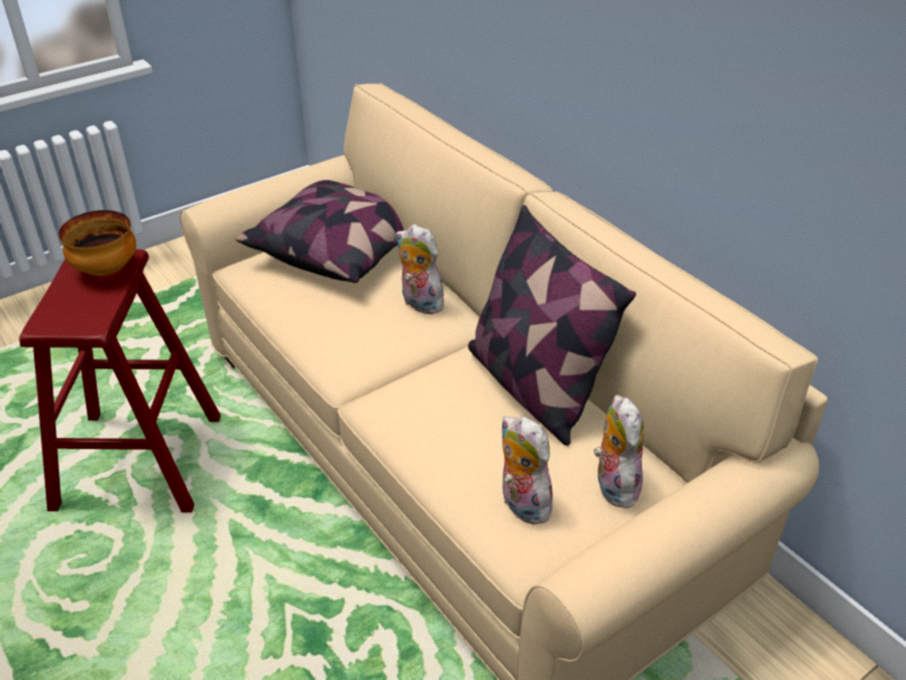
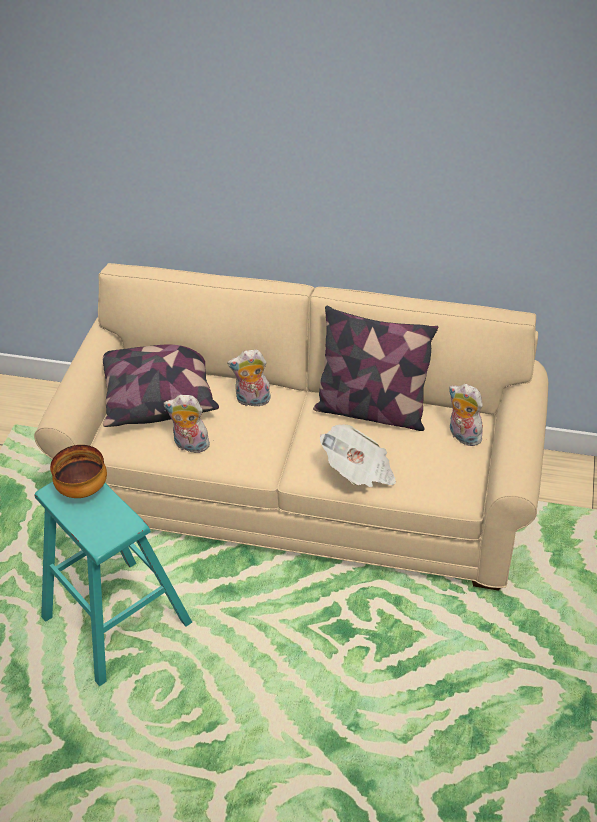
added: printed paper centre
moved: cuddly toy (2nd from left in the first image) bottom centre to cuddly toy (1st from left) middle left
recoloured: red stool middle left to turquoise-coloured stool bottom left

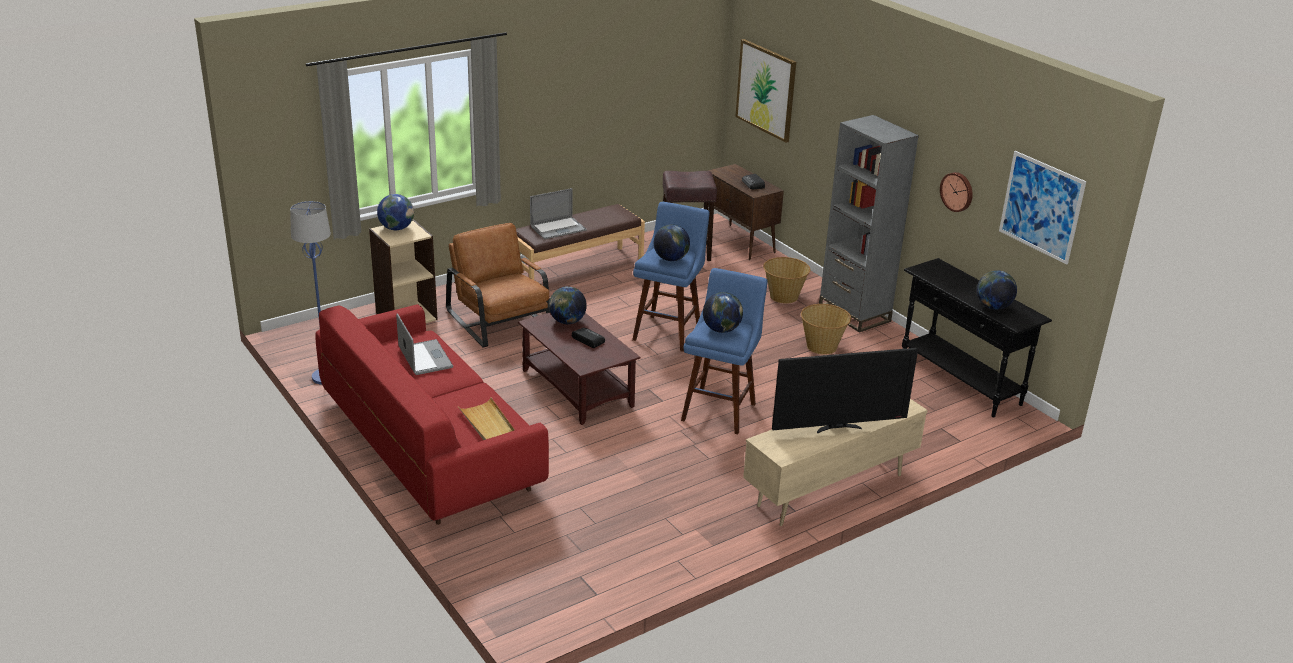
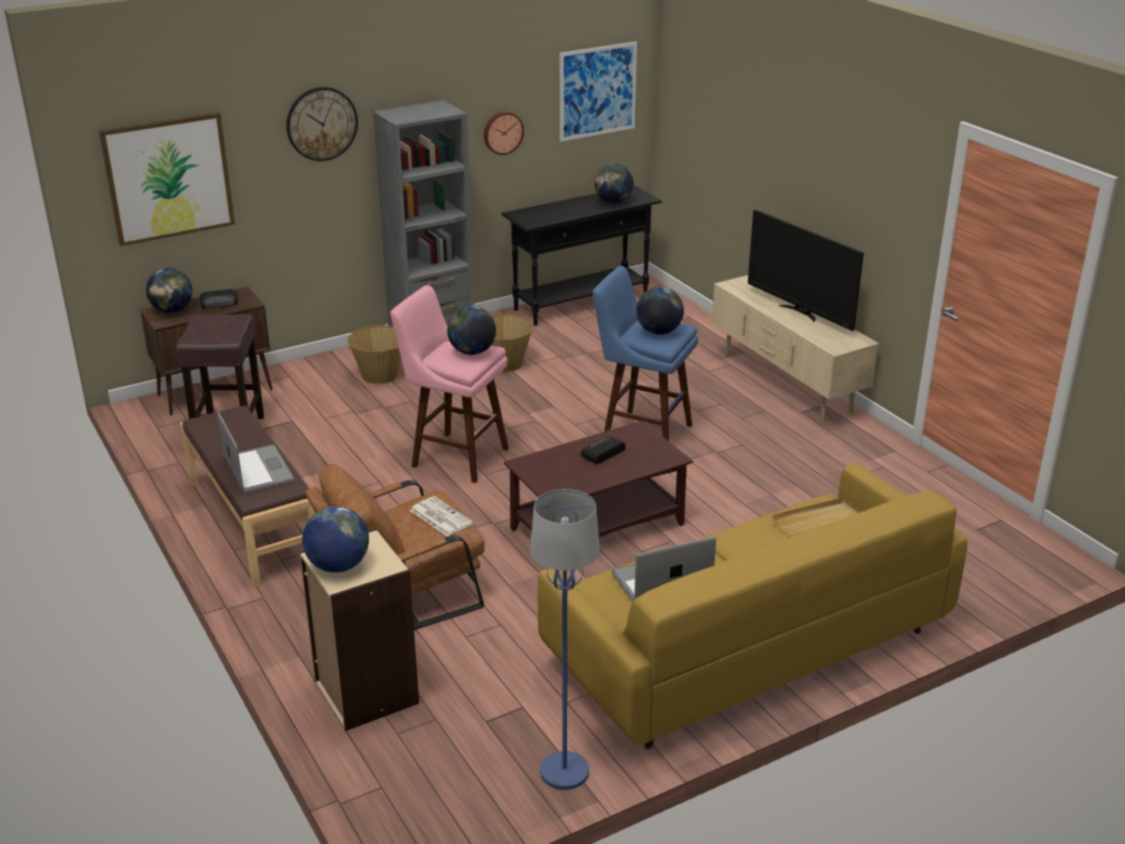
added: hanging clock (1st from left) top left; printed paper centre
moved: world globe (2nd from left in the first image) centre to world globe (1st from left) middle left
recoloured: red settee centre to yellow-coloured settee bottom right; blue-coloured stool (1st from left) centre to pink-coloured stool centre
turned: TV set centre = top right 150 degrees clockwise

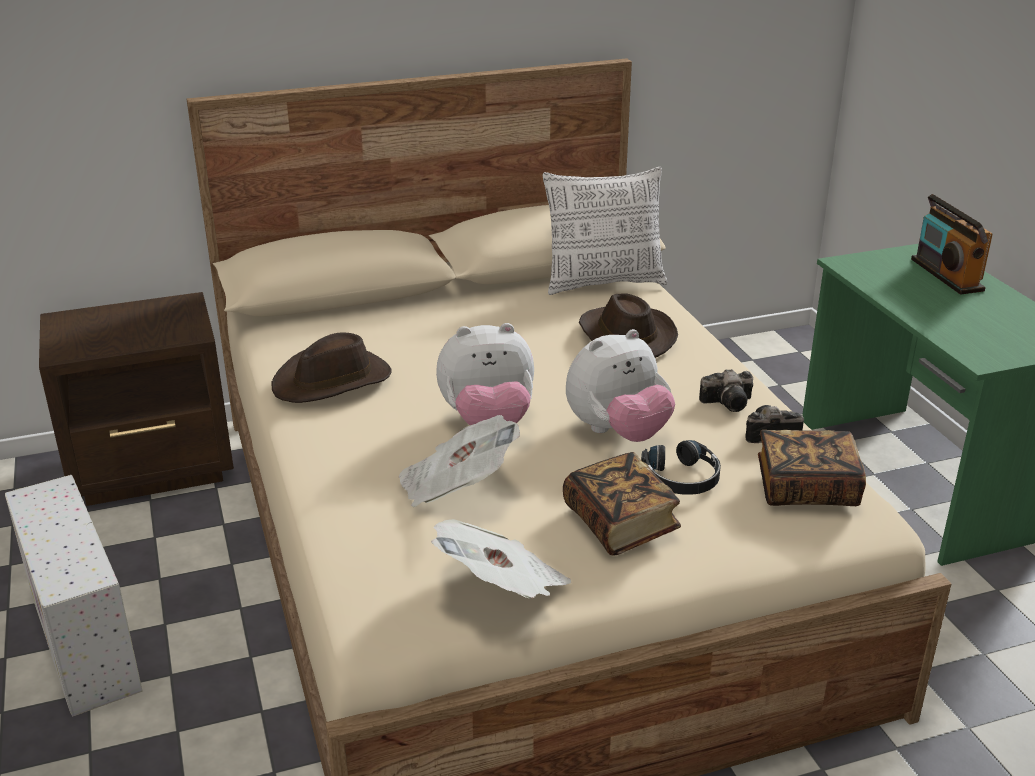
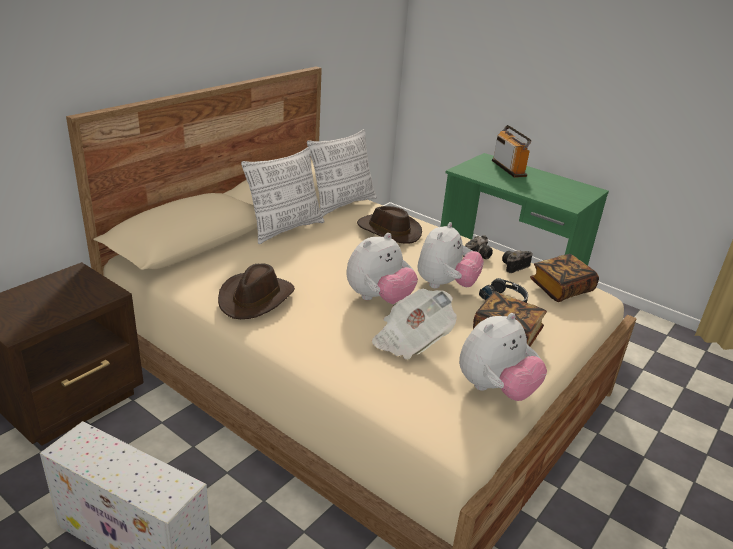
added: pillow (1st from left) centre
replaced: printed paper (2nd from left) bottom centre to cuddly toy (3rd from left) middle right
turned: radio receiver top right = top right 150 degrees counterclockwise

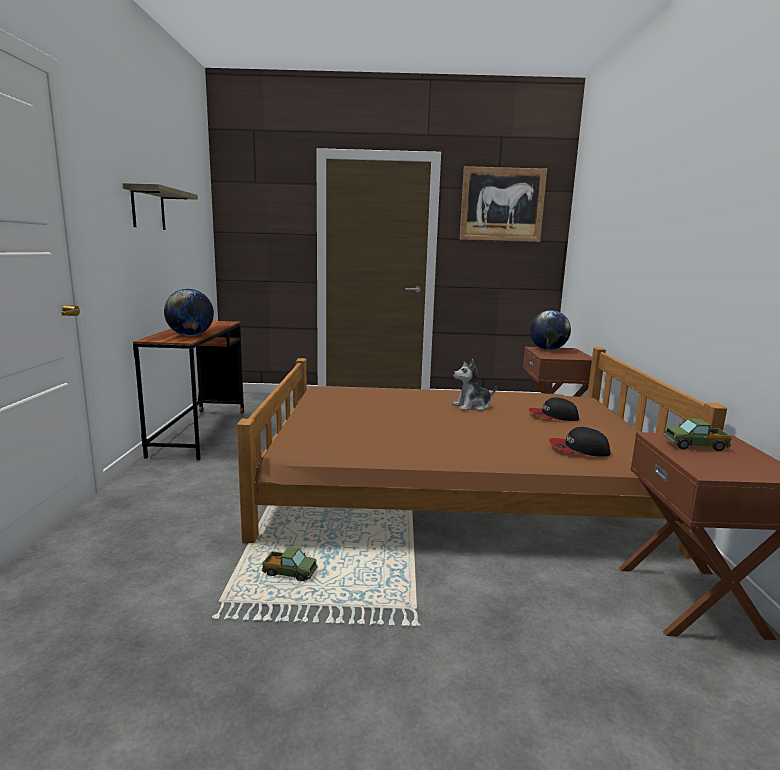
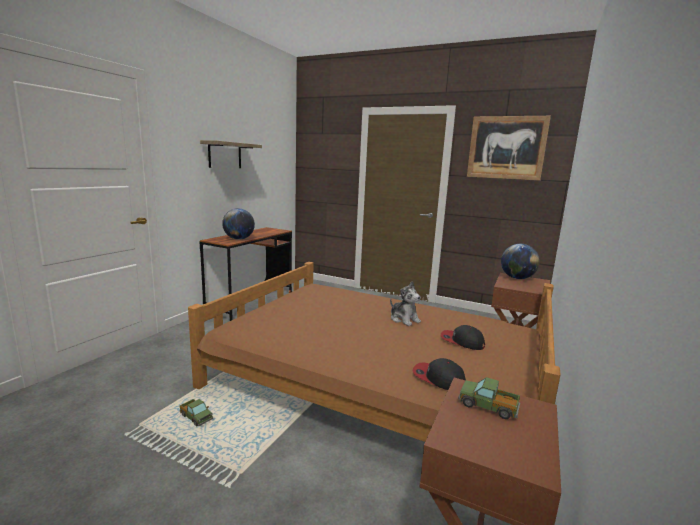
turned: cuddly toy centre = centre 135 degrees counterclockwise

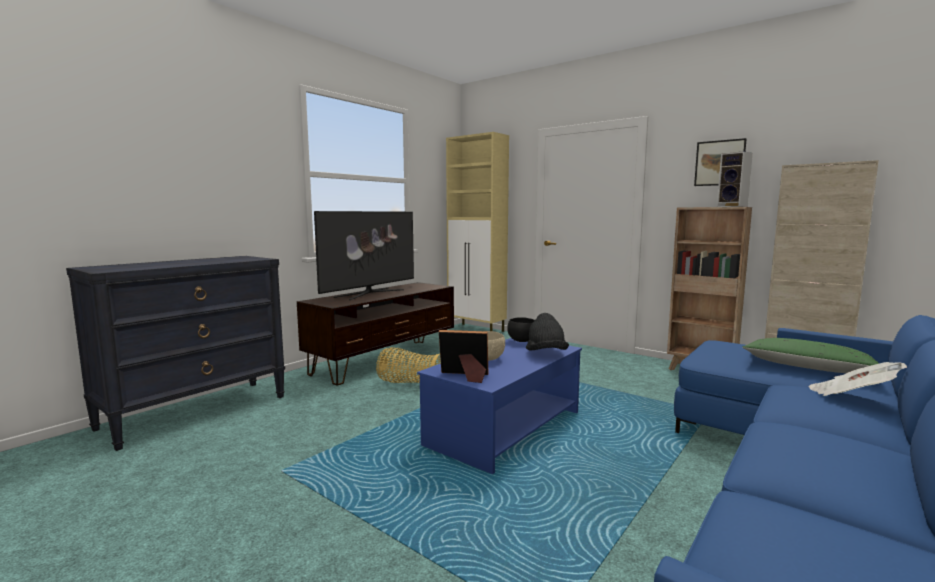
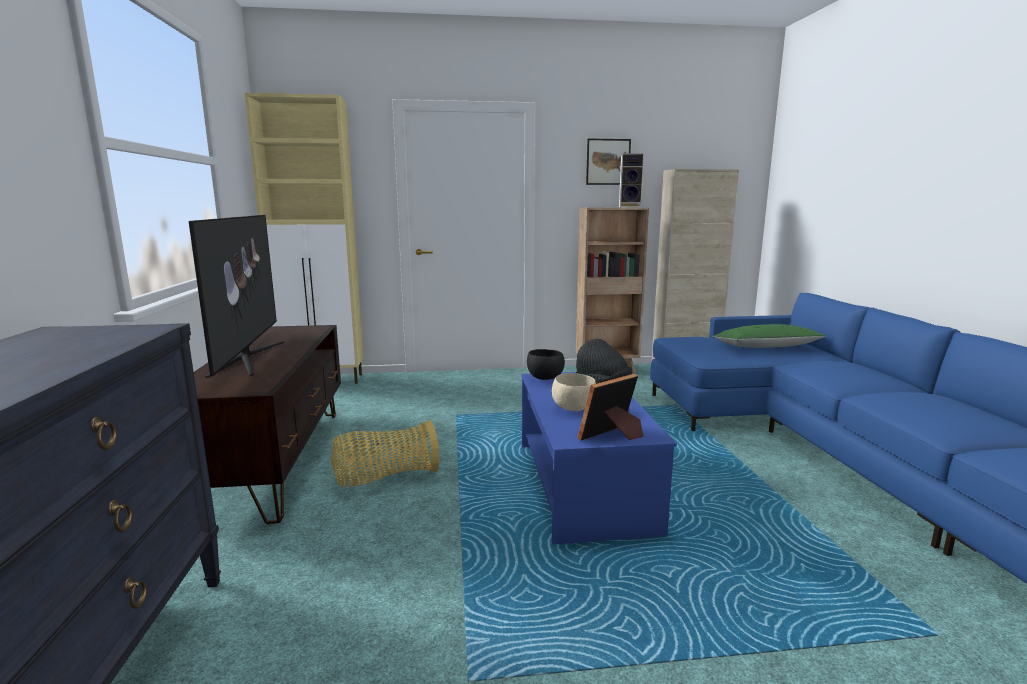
removed: printed paper middle right

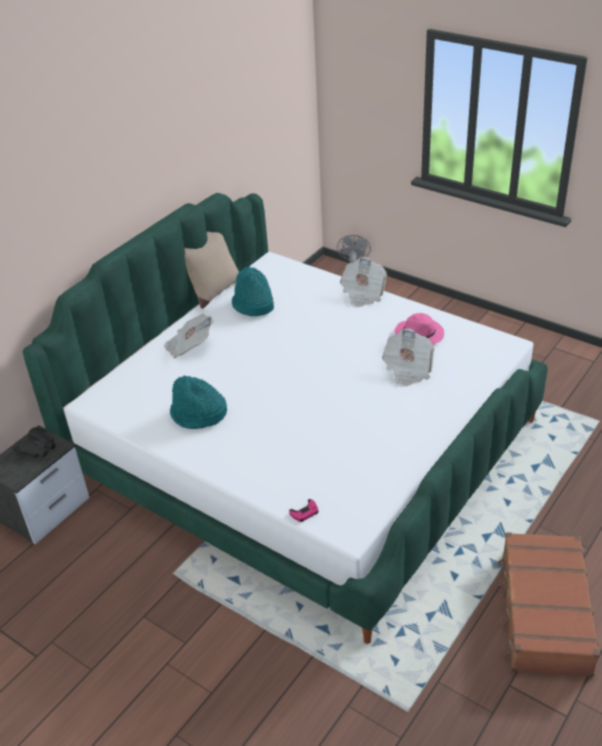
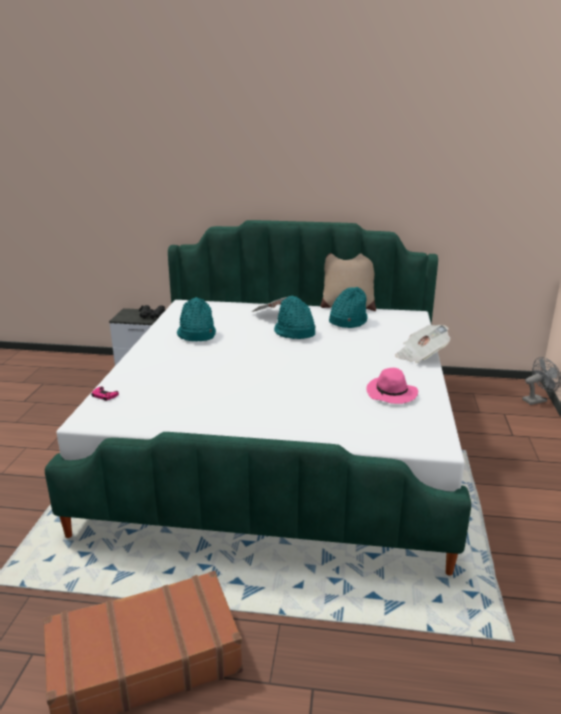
removed: printed paper (3rd from left) middle right
added: turquoise-coloured hat (2nd from left) centre

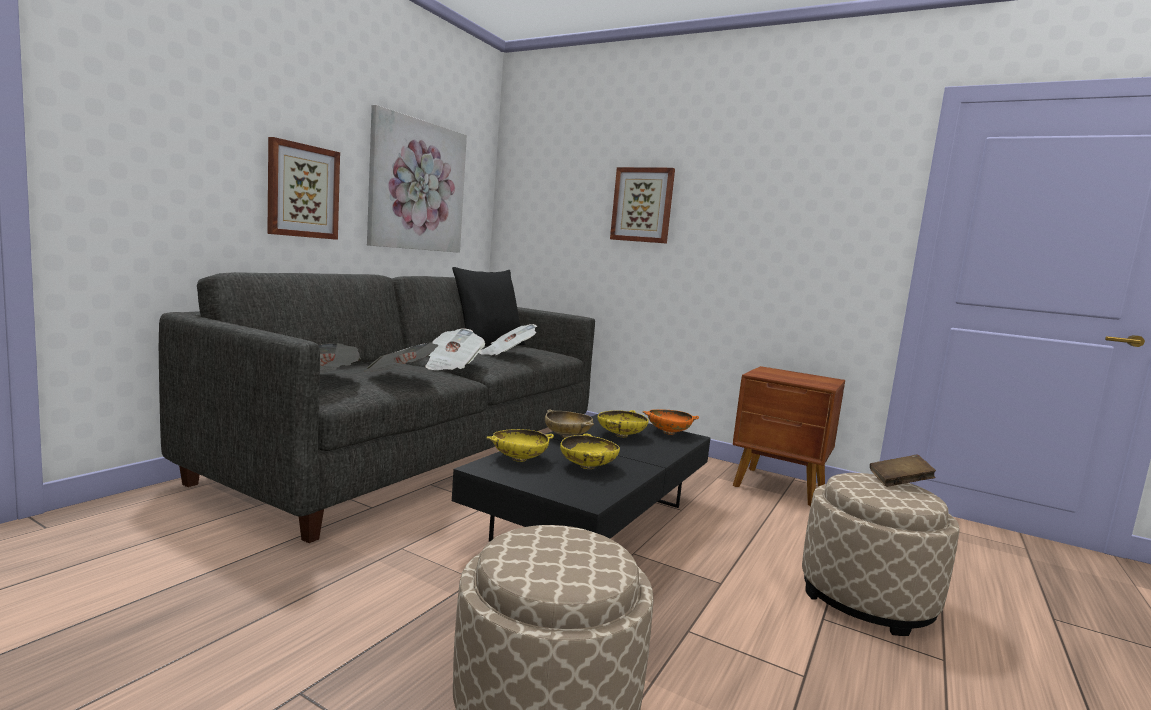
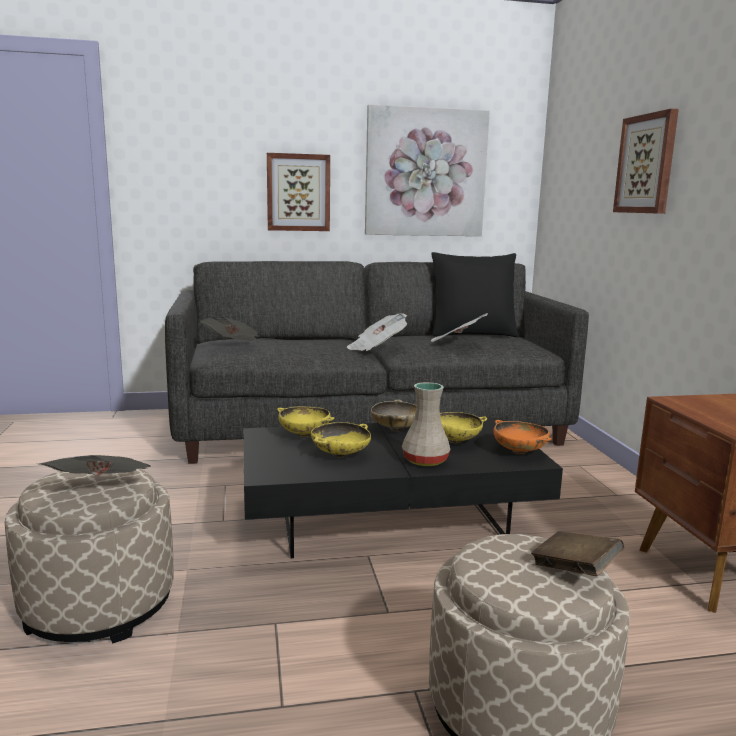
added: beige-coloured vase centre
moved: printed paper (2nd from left in the first image) centre to printed paper (1st from left) middle left

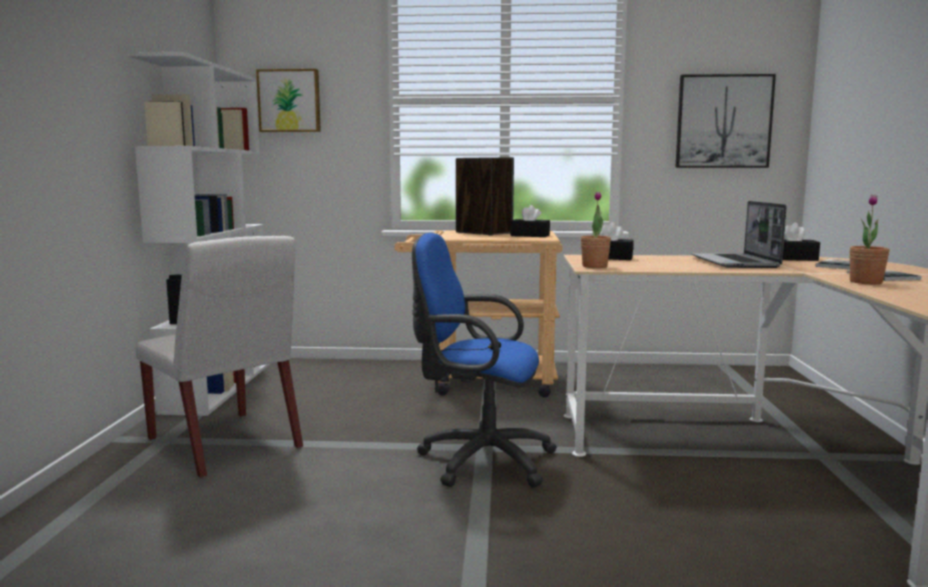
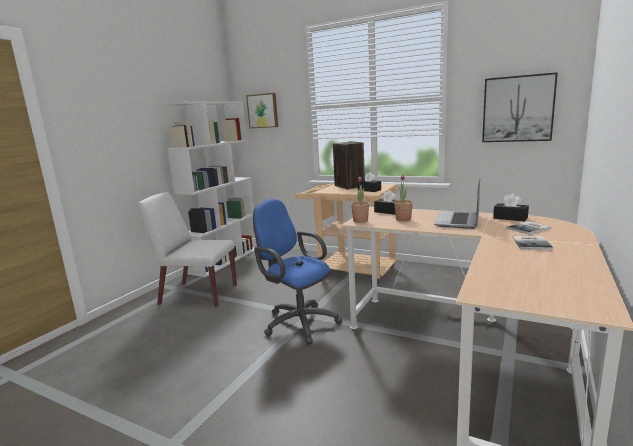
moved: potted plant (2nd from left) middle right to centre
turned: white chair middle left = middle left 120 degrees clockwise

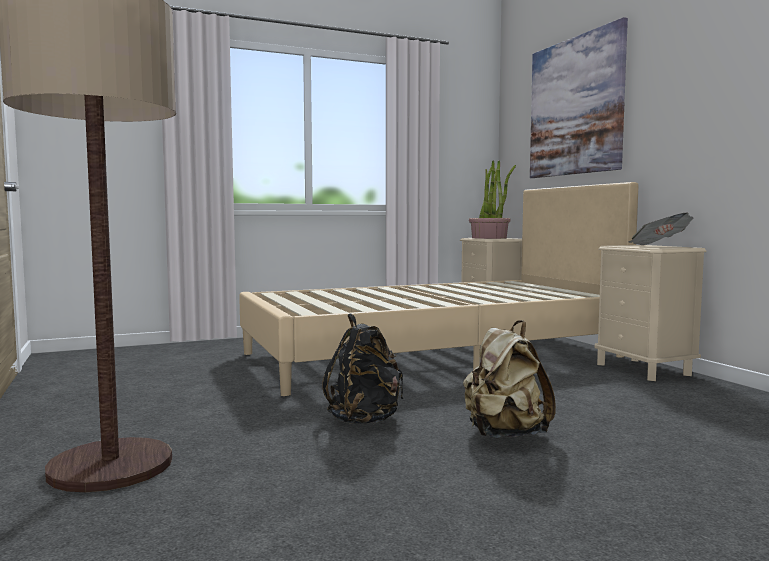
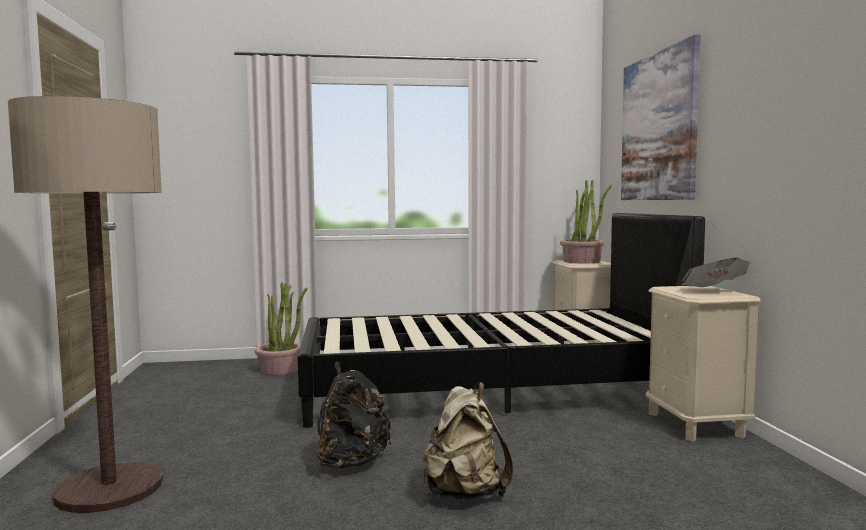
added: potted plant (1st from left) middle left
recoloured: beige-coloured bed centre to blackish bed centre

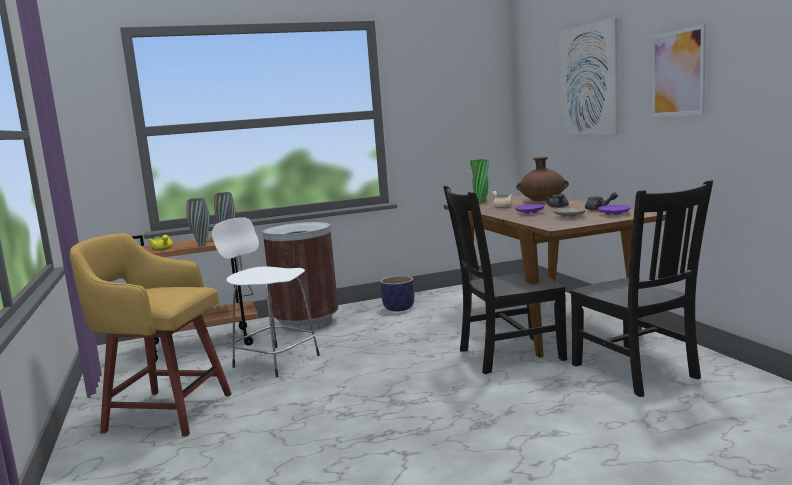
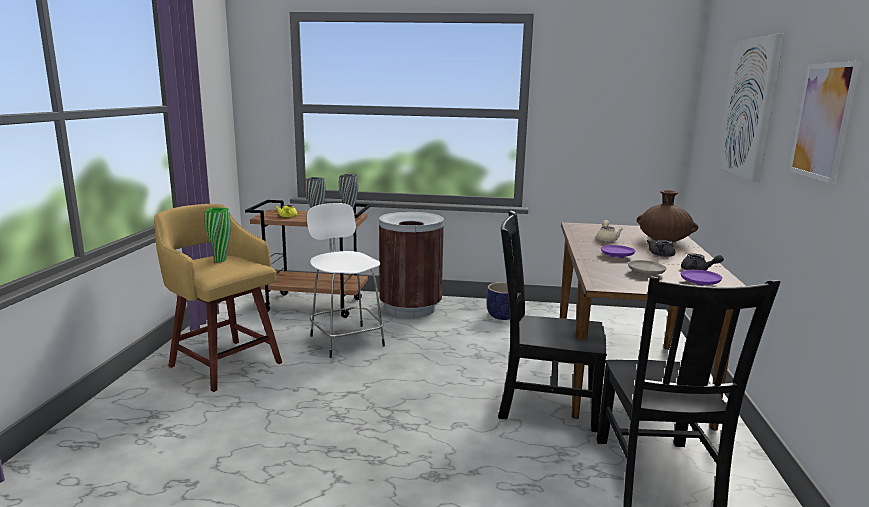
moved: green-coloured vase centre to middle left

